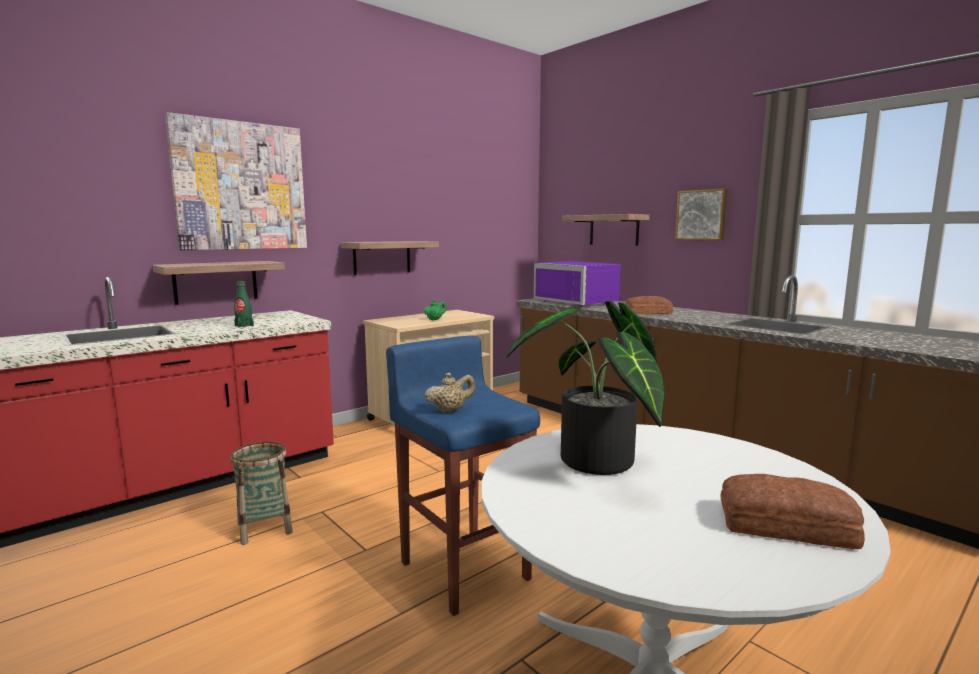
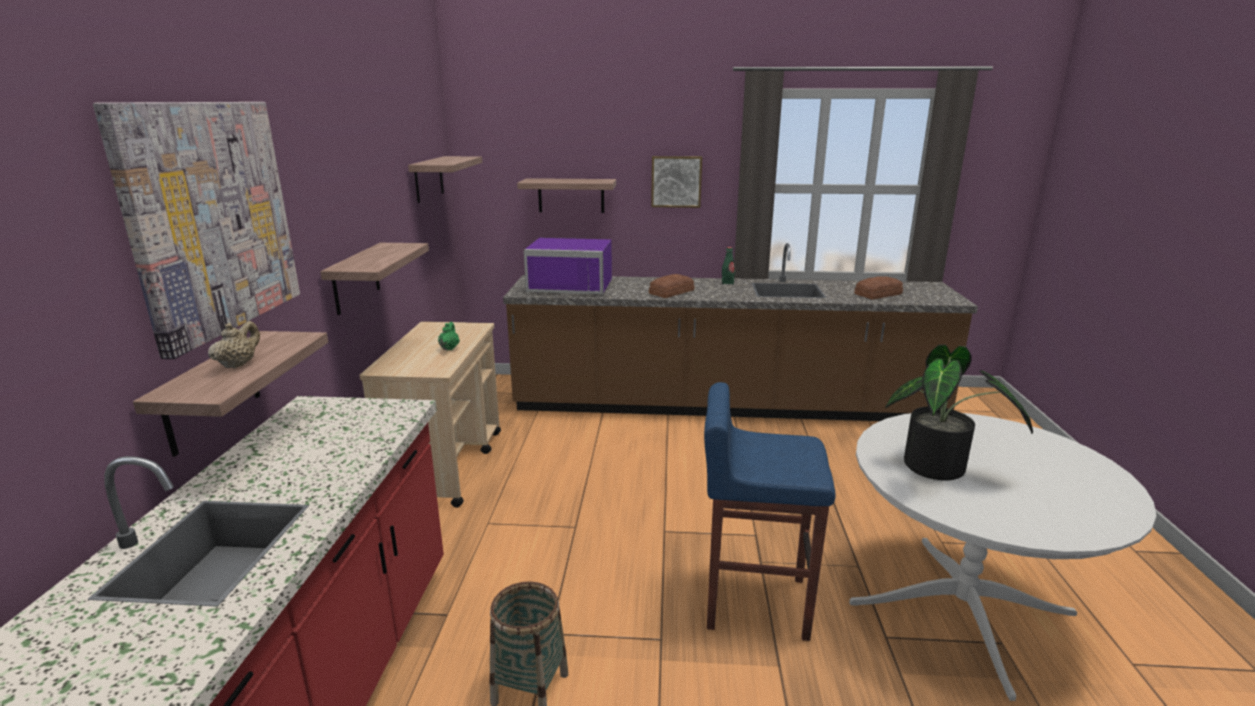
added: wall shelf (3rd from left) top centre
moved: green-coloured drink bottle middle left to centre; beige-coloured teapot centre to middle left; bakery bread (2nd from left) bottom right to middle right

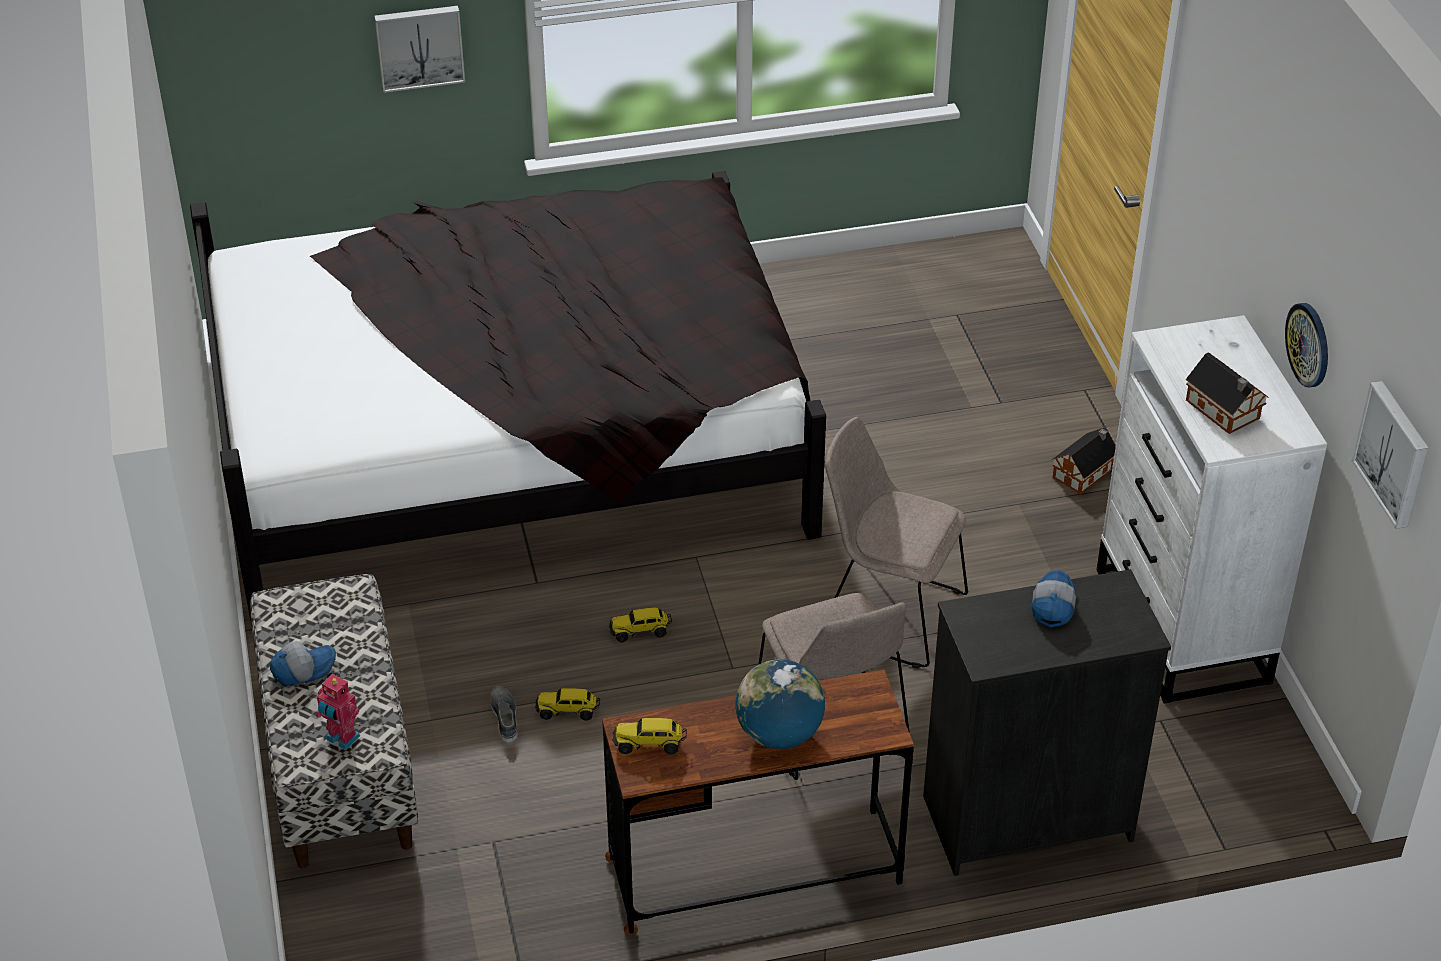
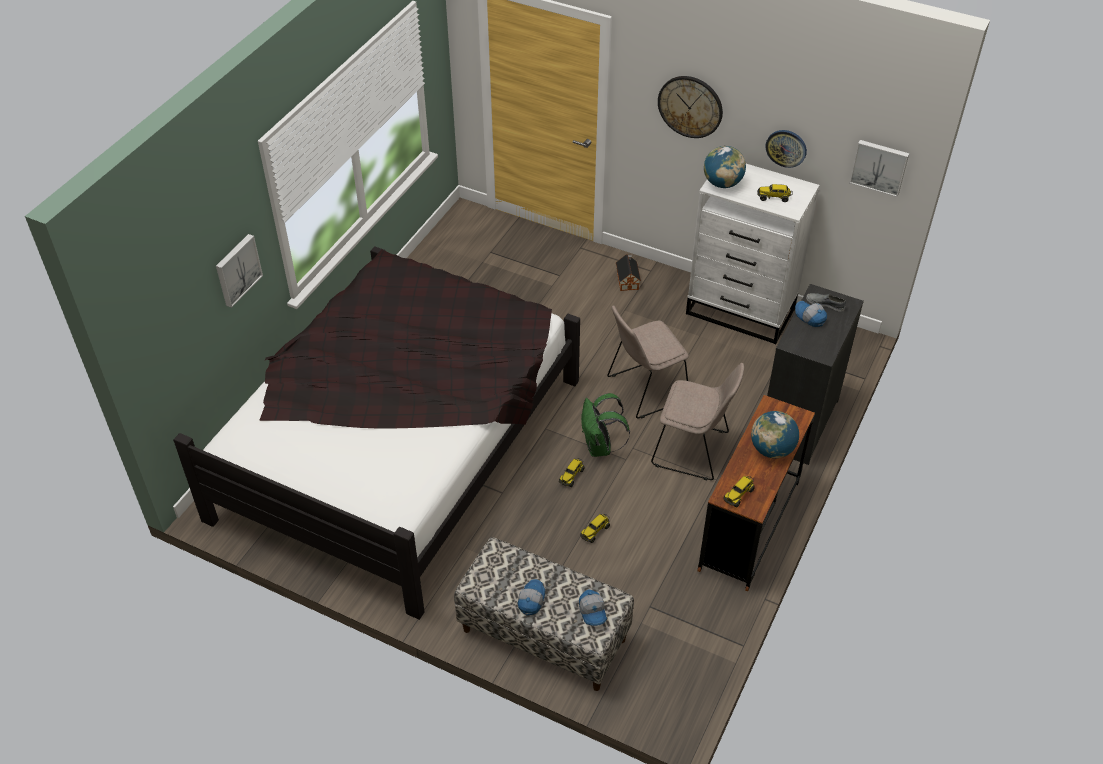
added: green-coloured rucksack centre; hanging clock (1st from left) top centre; world globe (1st from left) top centre
moved: greyish item of footwear bottom centre to middle right
replaced: toy robot bottom left to peaked cap (2nd from left) bottom centre; model house (2nd from left) middle right to toy truck (4th from left) top right

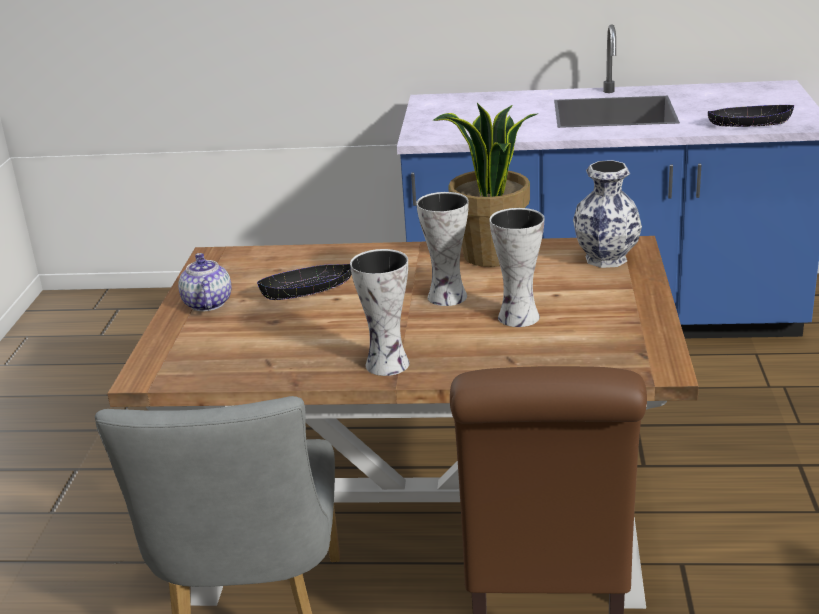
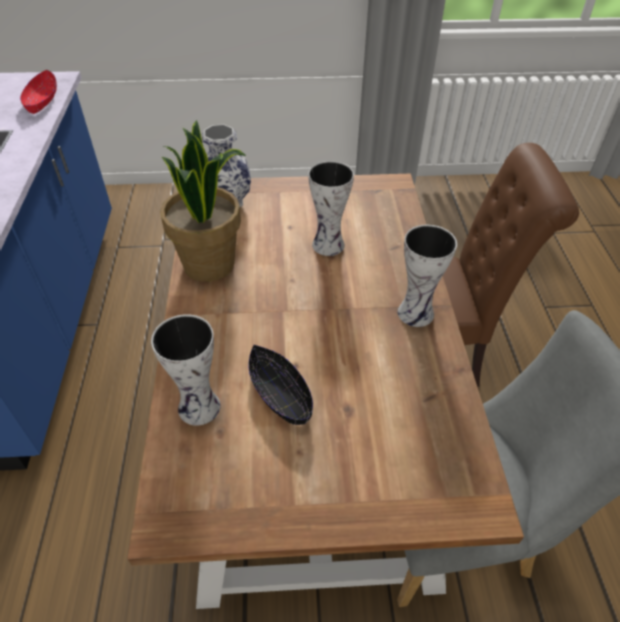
removed: teapot middle left
moved: vase (2nd from left in the first image) centre to vase (1st from left) middle left
recoloured: blackish serving bowl (2nd from left) top right to red serving bowl top left

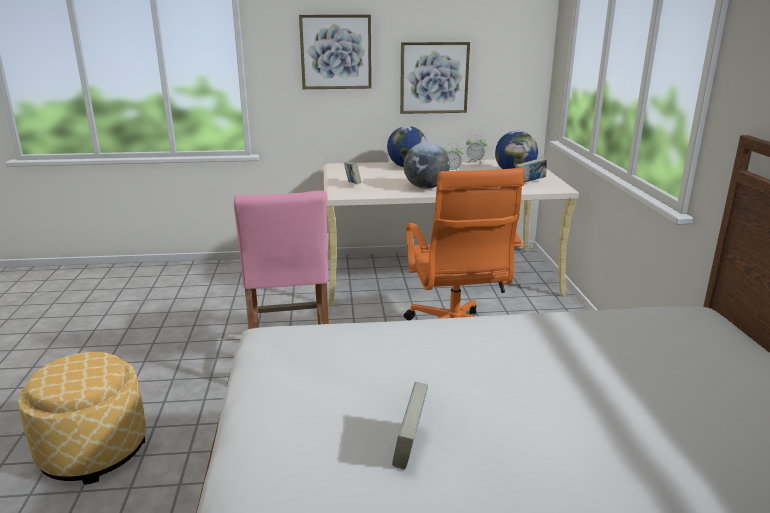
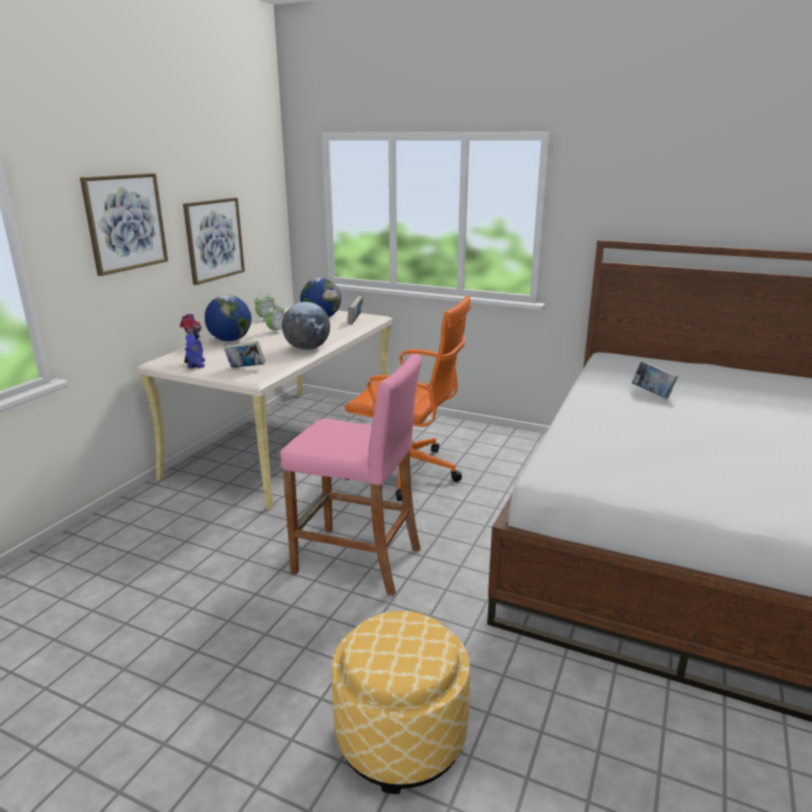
added: toy robot middle left
moved: bound book (2nd from left in the first image) bottom centre to bound book (3rd from left) middle right

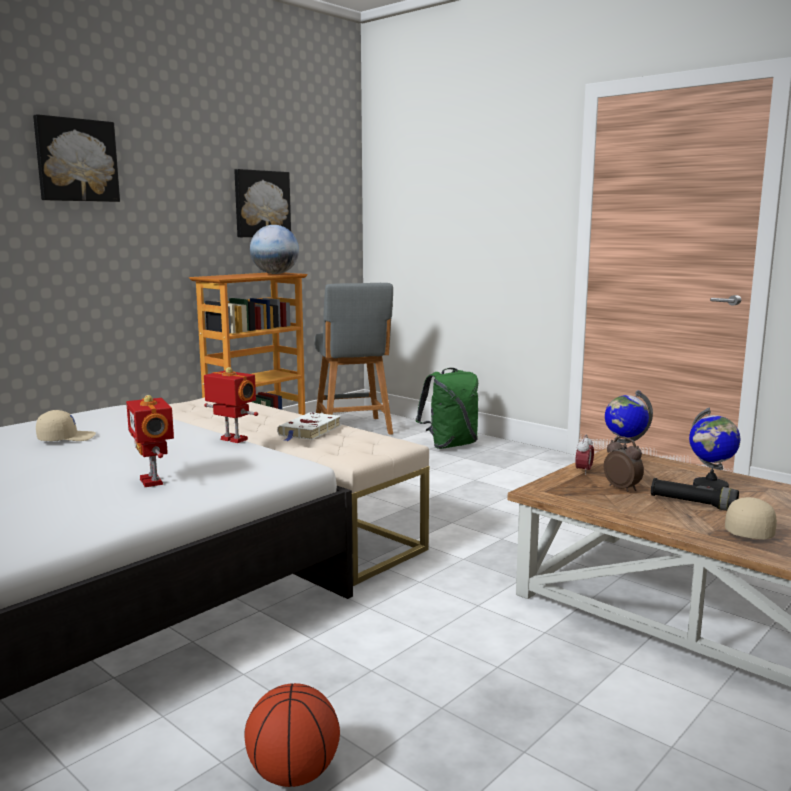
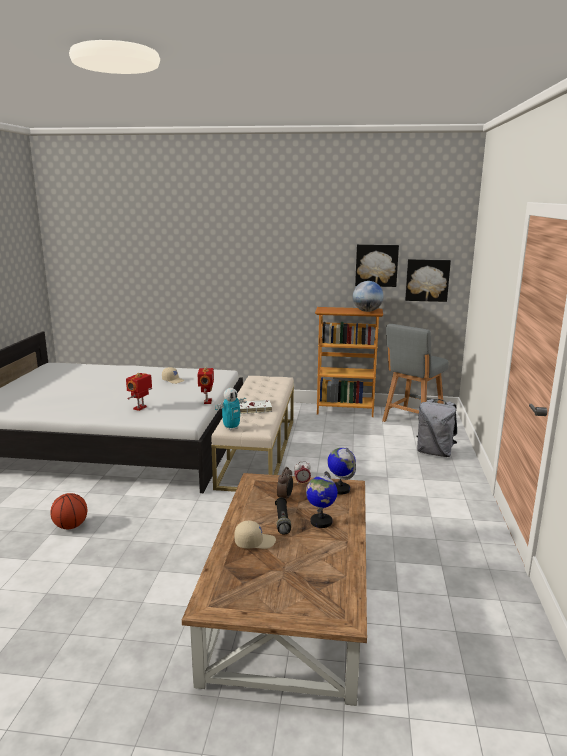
added: toy robot (3rd from left) centre
moved: wall picture (1st from left in the first image) top left to wall picture (2nd from left) middle right
recoloured: green-coloured rucksack centre to greyish rucksack middle right

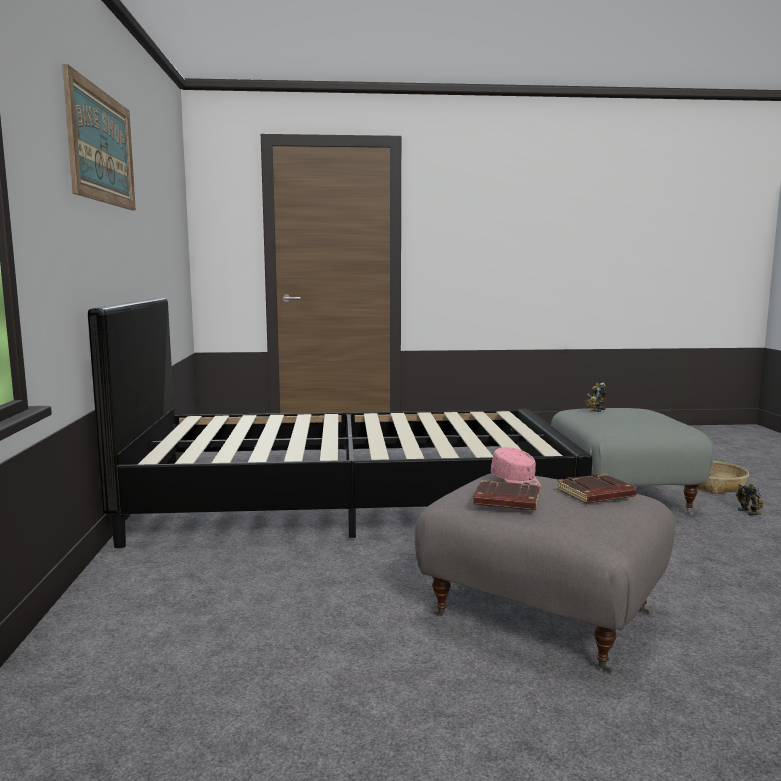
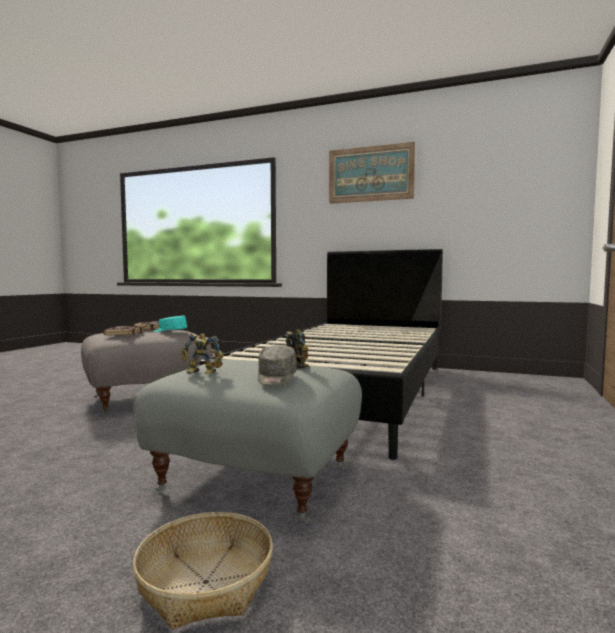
added: greyish peaked cap centre
moved: toy robot (2nd from left in the first image) middle right to toy robot (1st from left) middle left
recoloured: pink-coloured peaked cap centre to turquoise-coloured peaked cap middle left

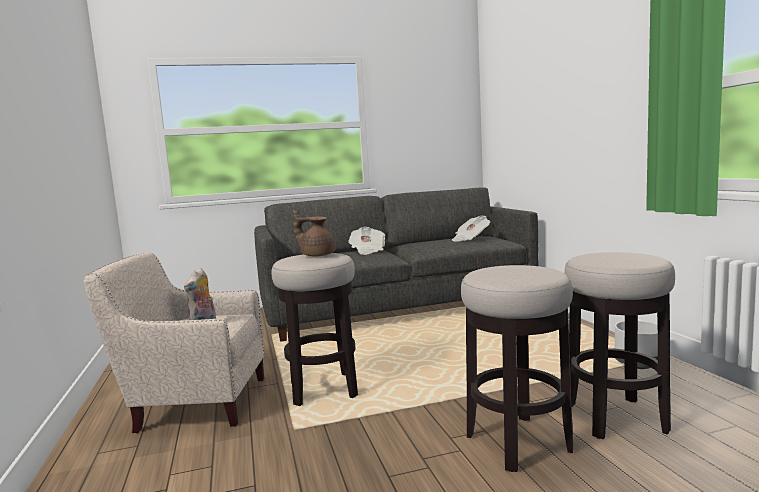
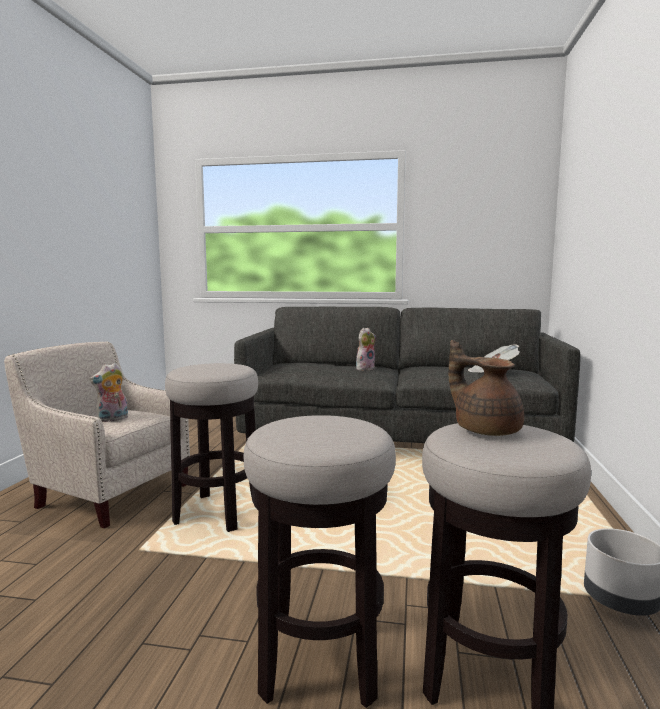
moved: brown teapot centre to middle right
replaced: printed paper (1st from left) centre to cuddly toy (2nd from left) centre

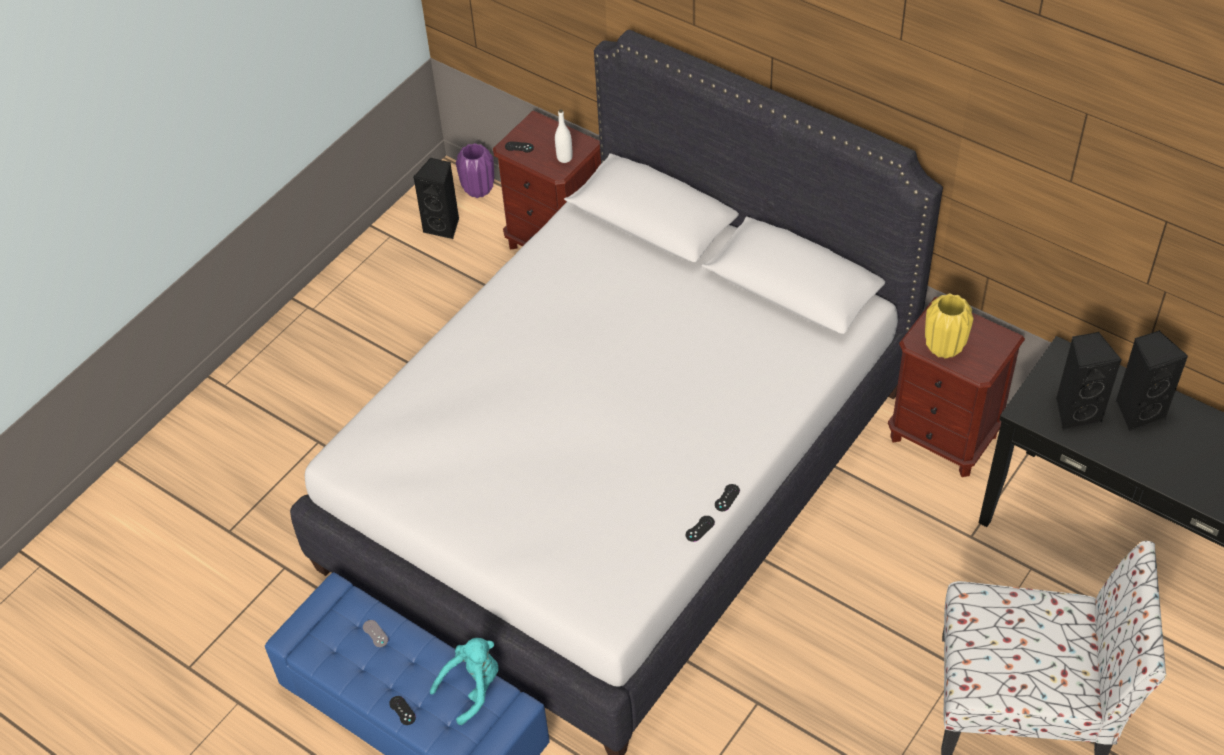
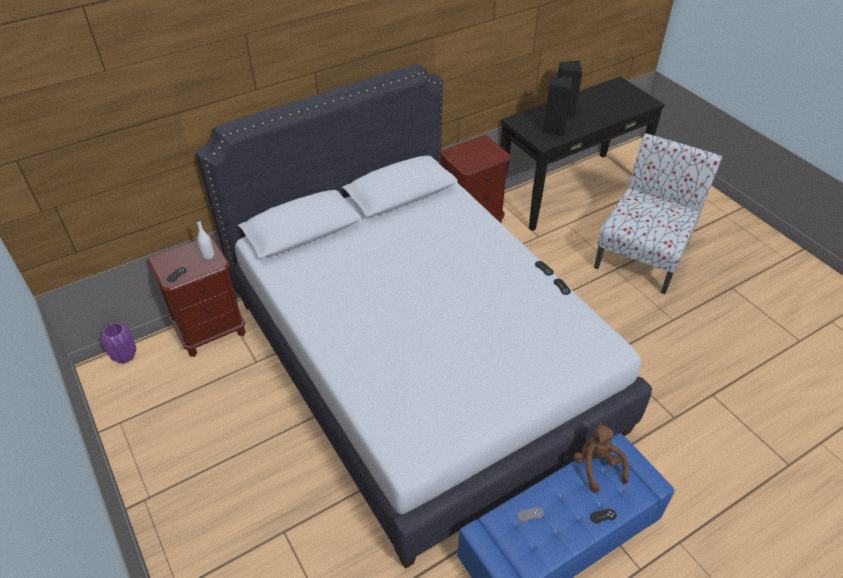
removed: blackish speaker (1st from left) top centre; yellow-coloured vase middle right
recoloured: turquoise-coloured cuddly toy bottom centre to brown cuddly toy bottom right

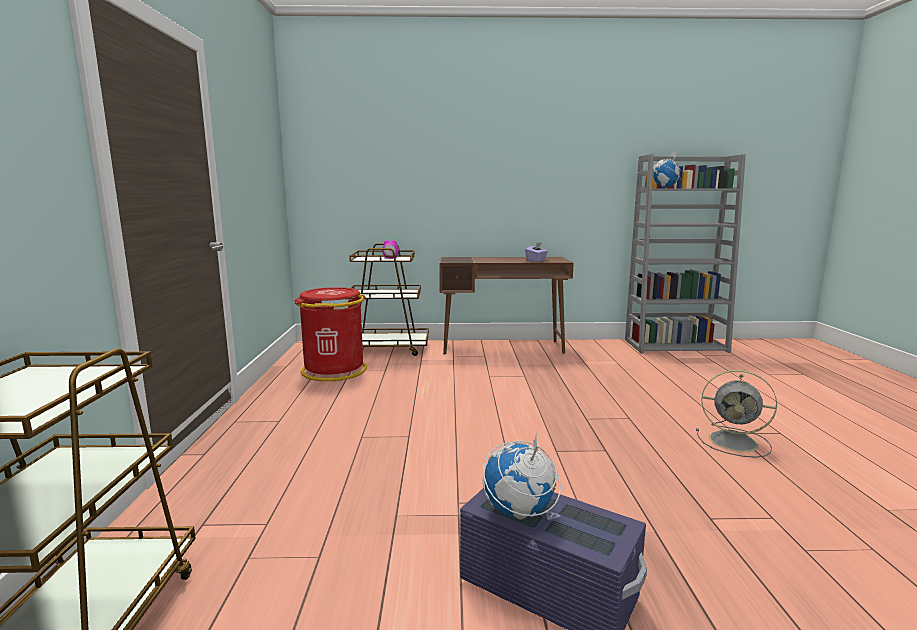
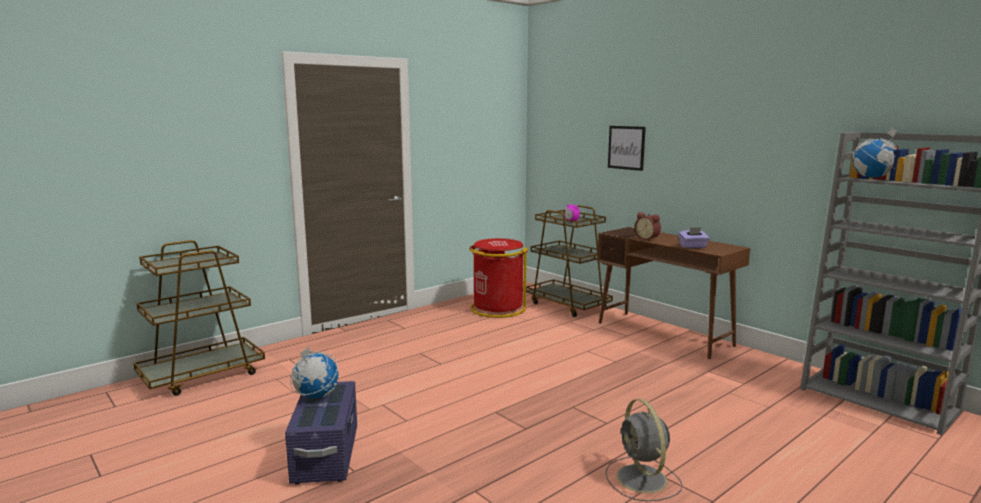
added: wall picture top centre; table clock (2nd from left) centre

